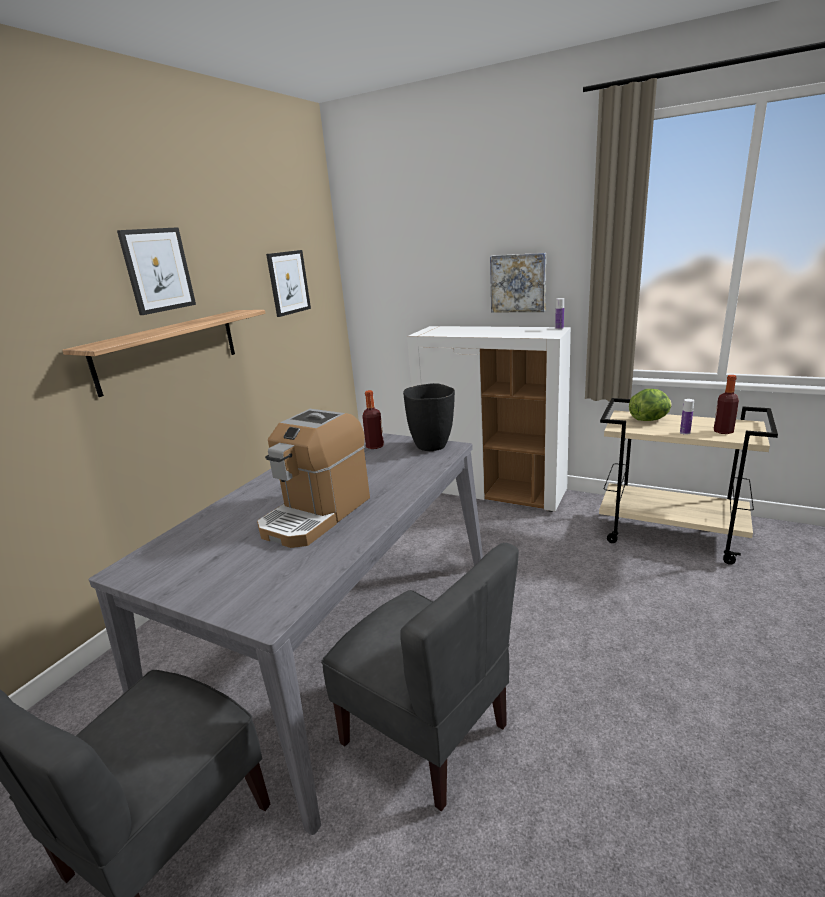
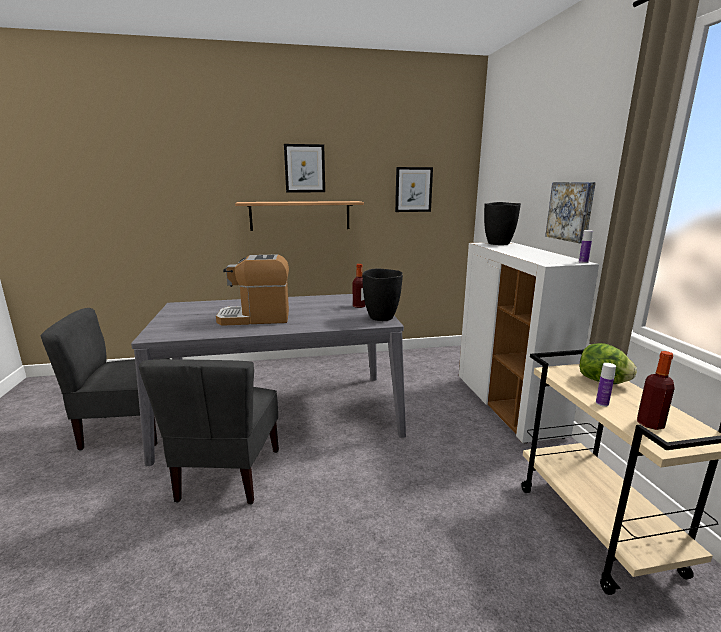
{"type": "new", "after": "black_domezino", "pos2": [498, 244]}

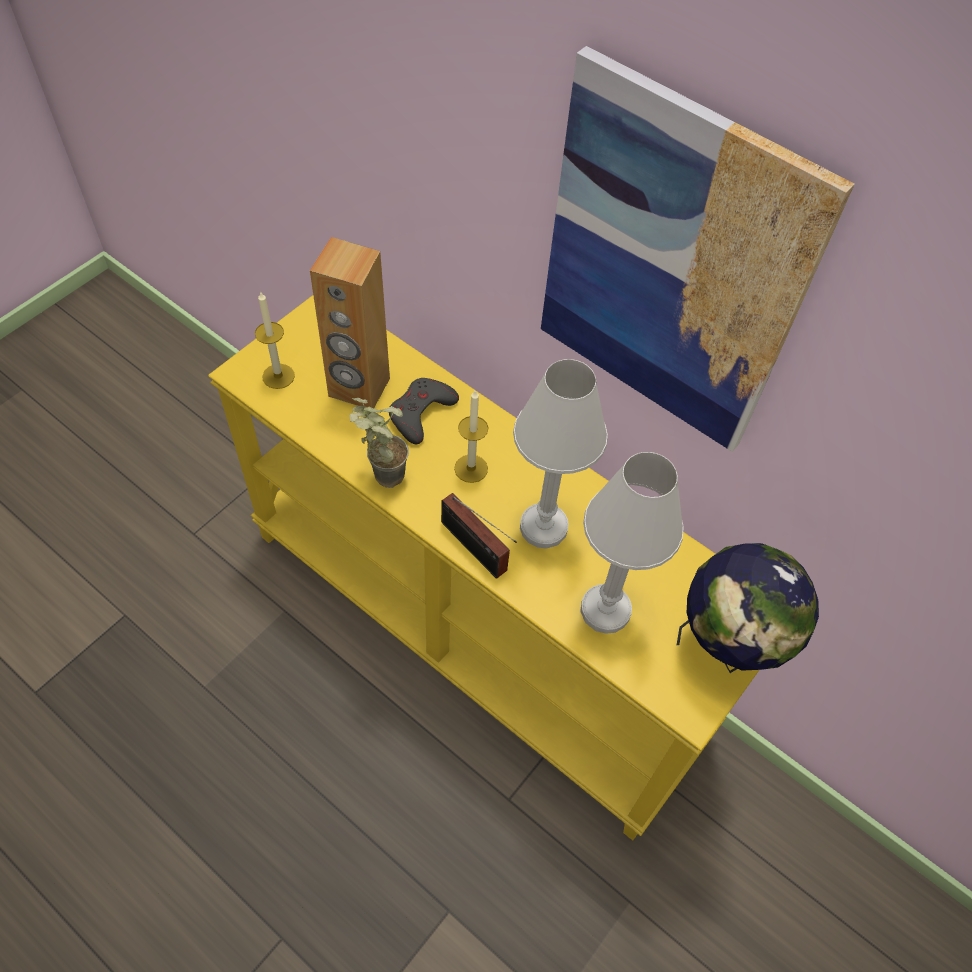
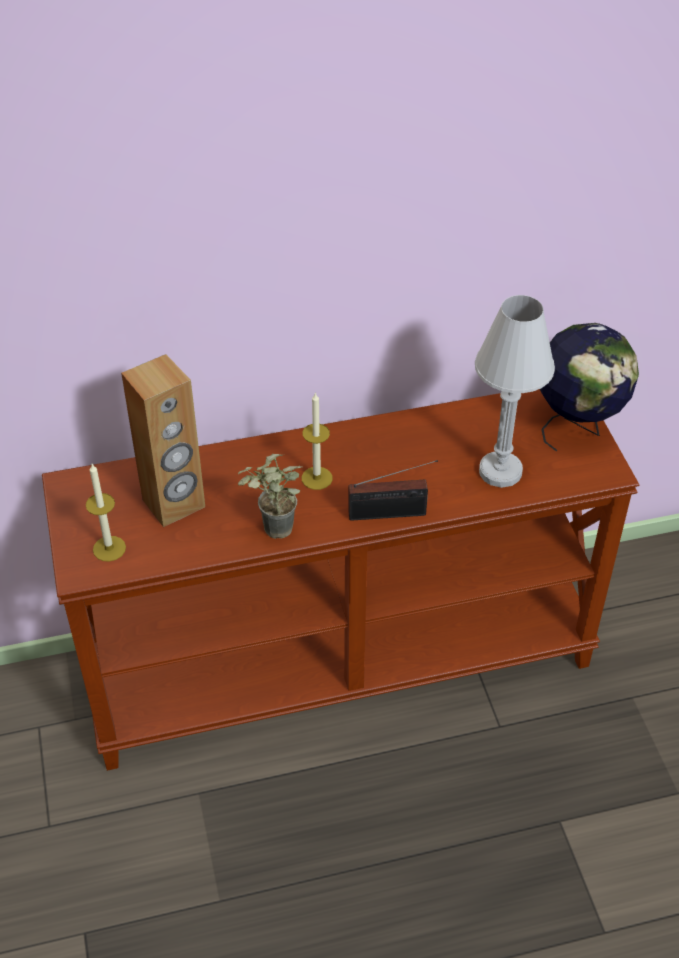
{"type": "repainted", "before": "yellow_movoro", "after": "brown_movoro", "pos1": [478, 630], "pos2": [340, 660]}
{"type": "gone", "before": "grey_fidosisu", "pos1": [420, 413]}
{"type": "gone", "before": "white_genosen", "pos1": [543, 527]}
{"type": "gone", "before": "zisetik", "pos1": [671, 266]}

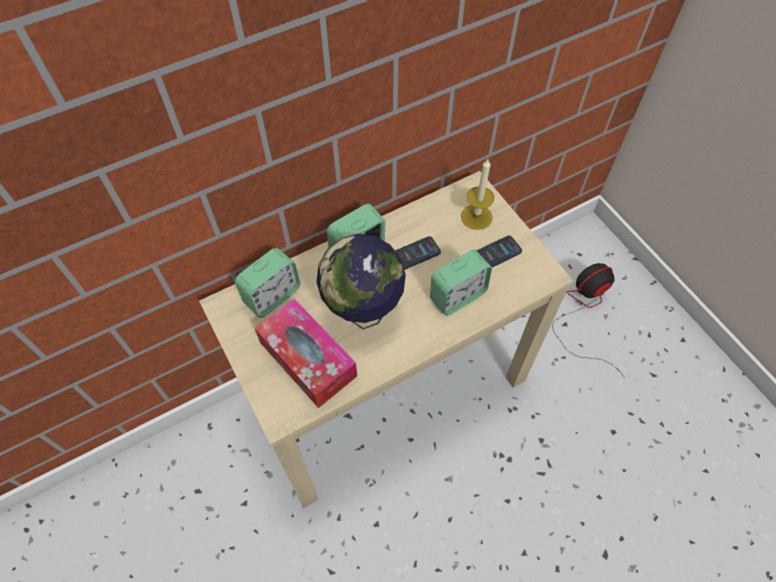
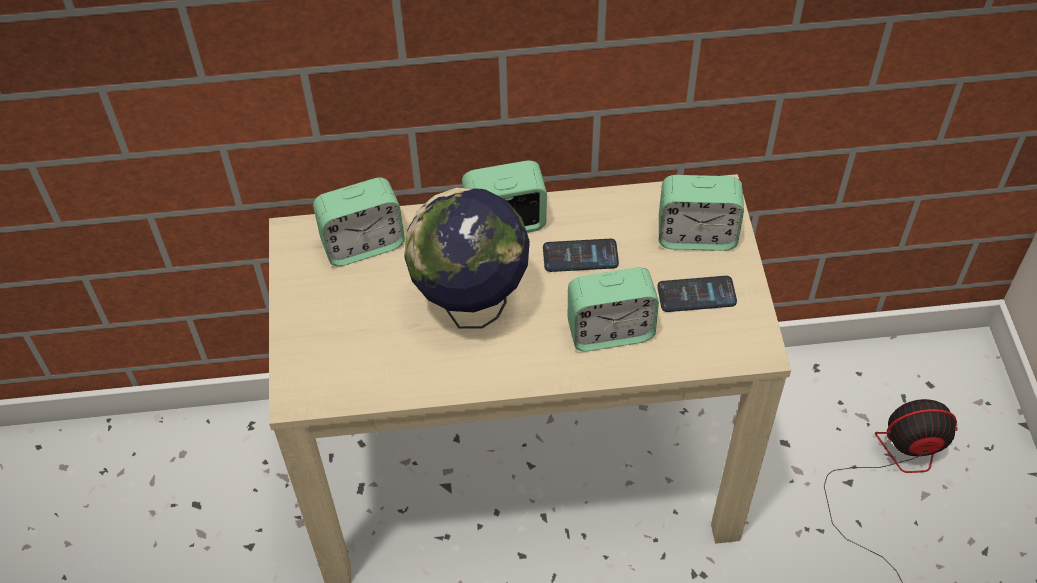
{"type": "gone", "before": "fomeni", "pos1": [308, 359]}
{"type": "swapped", "before": "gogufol", "after": "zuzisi", "pos1": [476, 216], "pos2": [696, 235]}

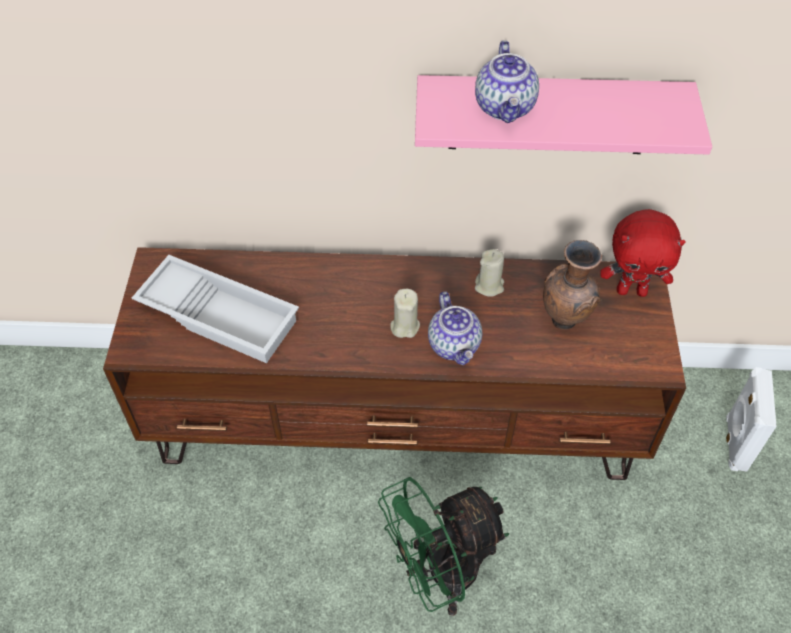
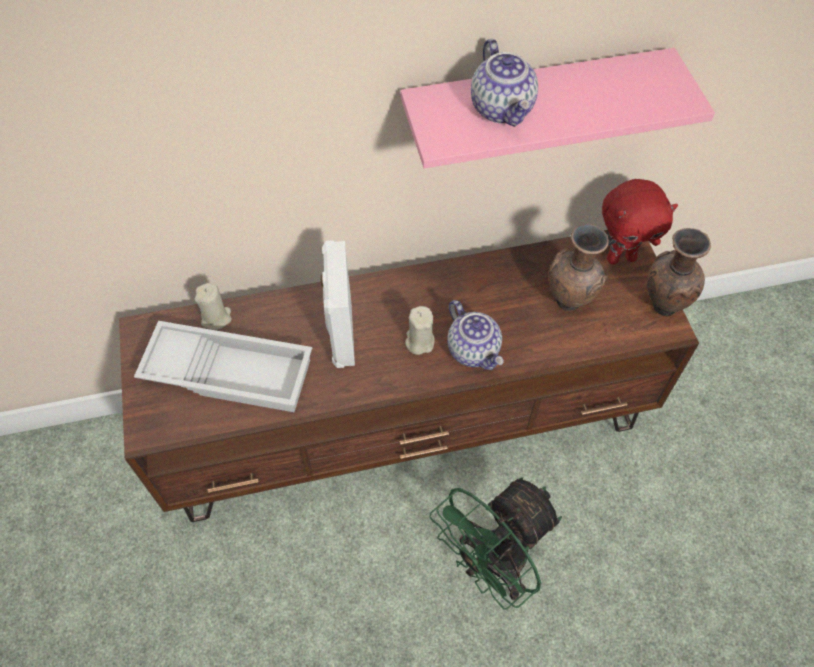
{"type": "shifted", "before": "beige_gogufol", "pos1": [489, 286], "pos2": [216, 318]}
{"type": "shifted", "before": "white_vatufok", "pos1": [734, 443], "pos2": [341, 335]}
{"type": "new", "after": "brown_domezino", "pos2": [662, 305]}

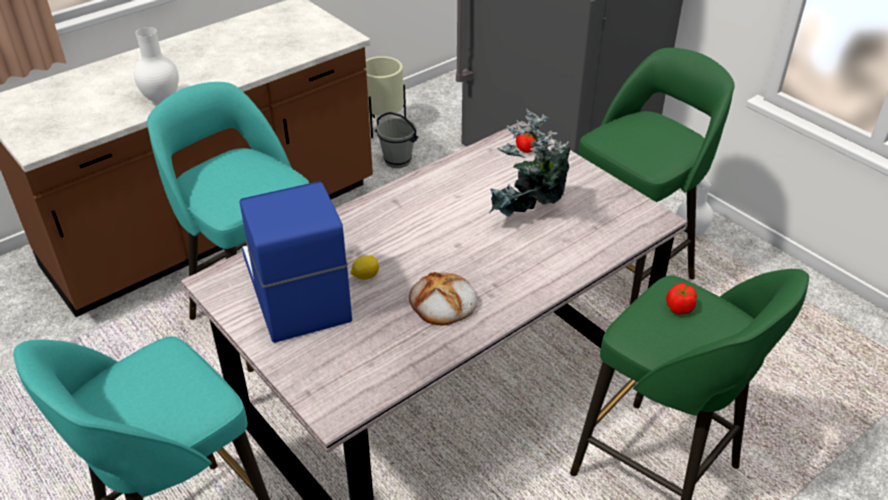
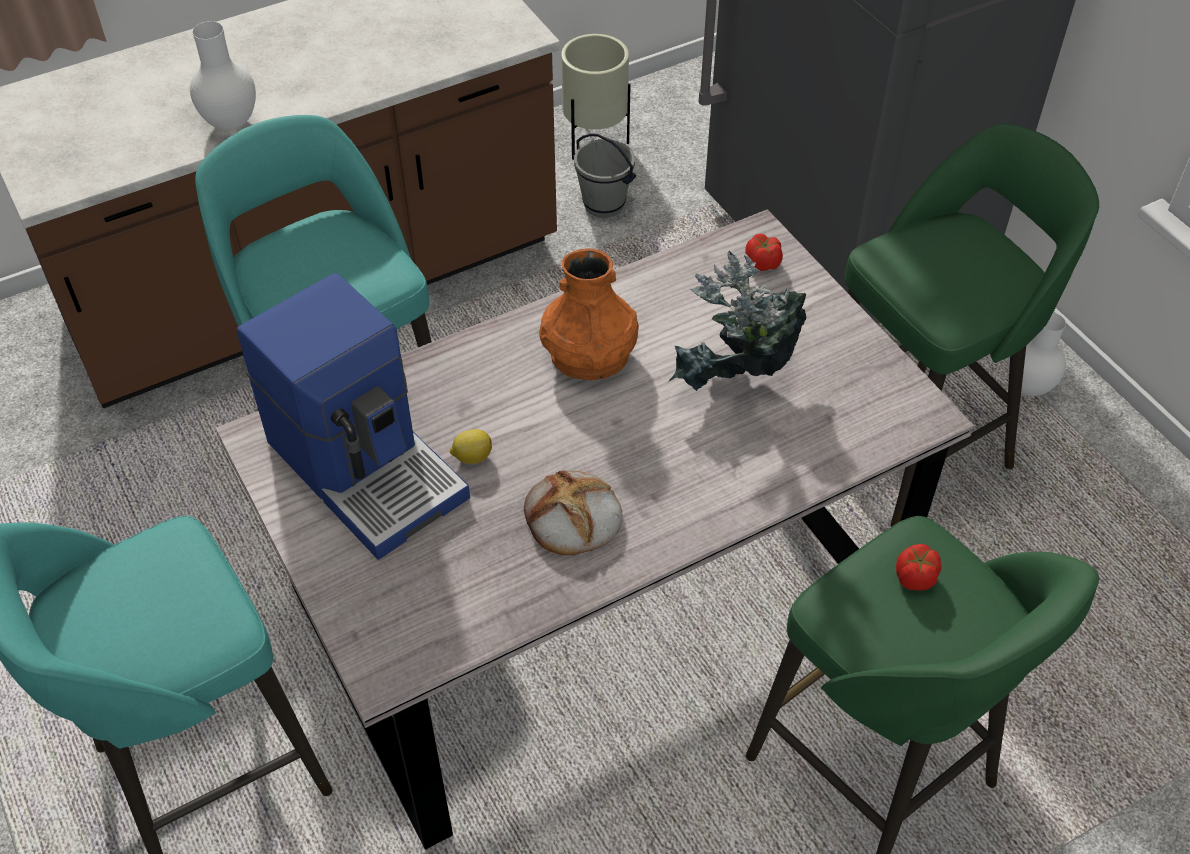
{"type": "rotated", "before": "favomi", "pos1": [294, 290], "pos2": [368, 466], "turn": 150}
{"type": "new", "after": "orange_domezino", "pos2": [590, 354]}

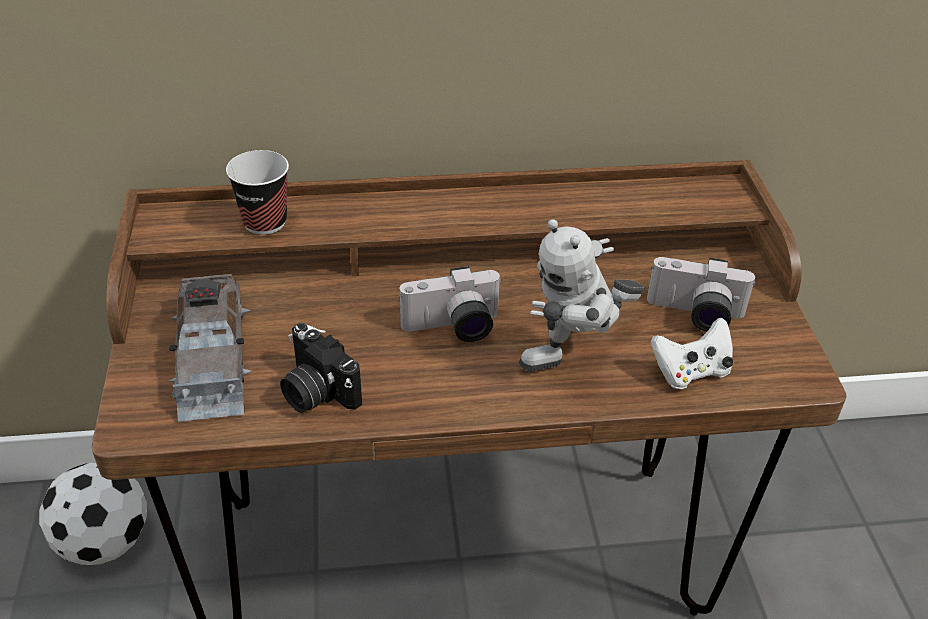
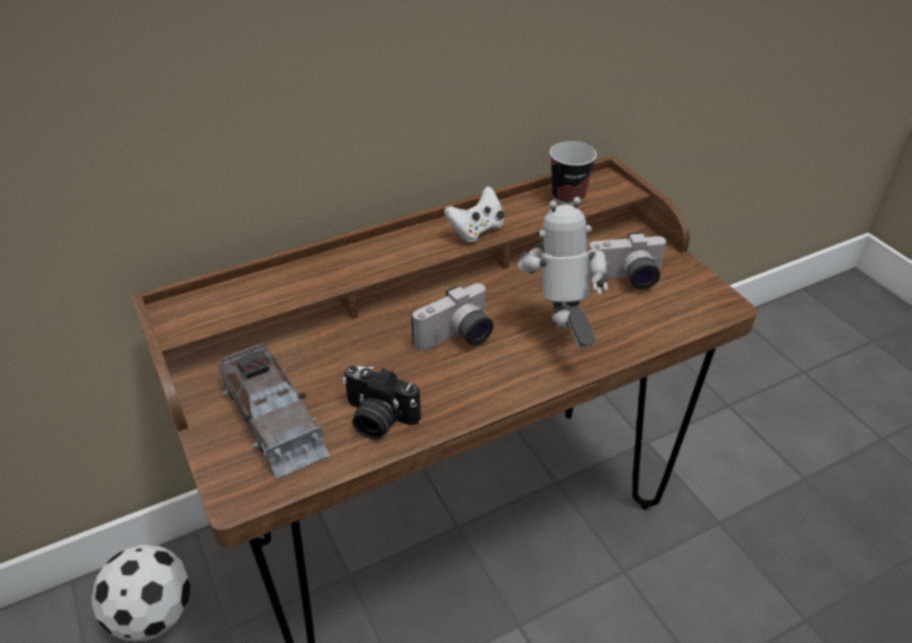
{"type": "shifted", "before": "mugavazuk", "pos1": [265, 222], "pos2": [568, 196]}
{"type": "rotated", "before": "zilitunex", "pos1": [575, 359], "pos2": [561, 336], "turn": 135}
{"type": "shifted", "before": "white_fidosisu", "pos1": [690, 372], "pos2": [476, 230]}

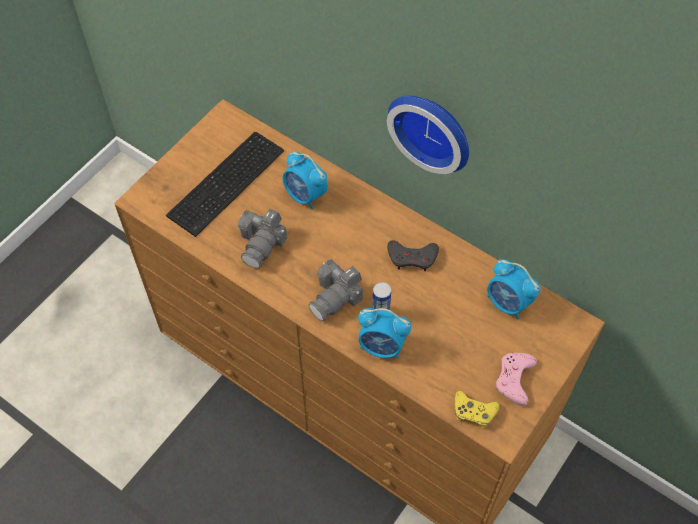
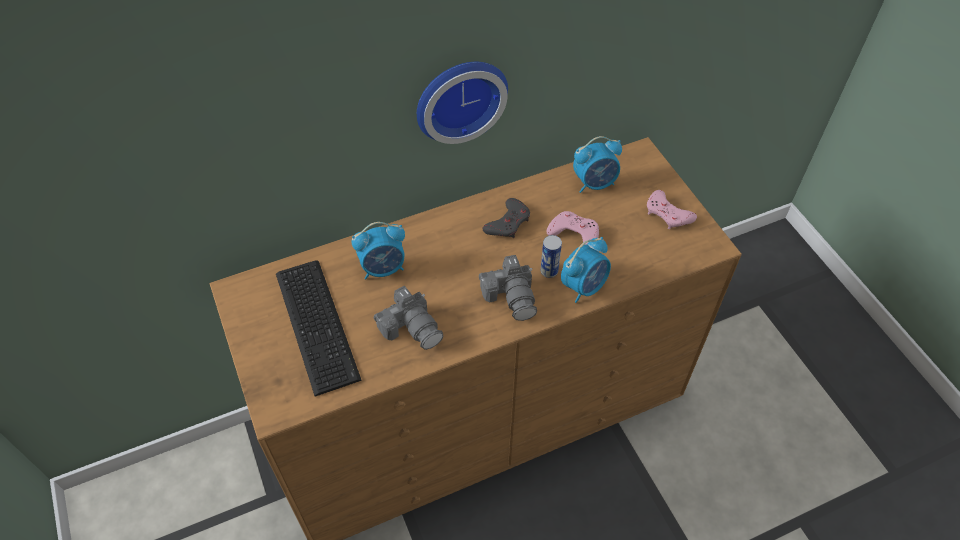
{"type": "gone", "before": "yellow_fidosisu", "pos1": [474, 412]}
{"type": "new", "after": "pink_fidosisu", "pos2": [574, 233]}

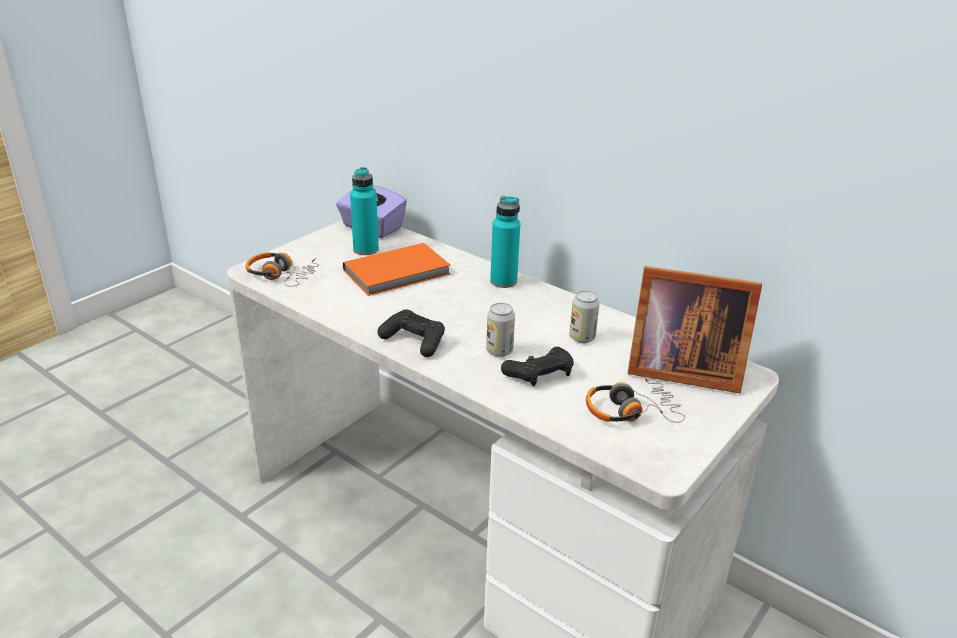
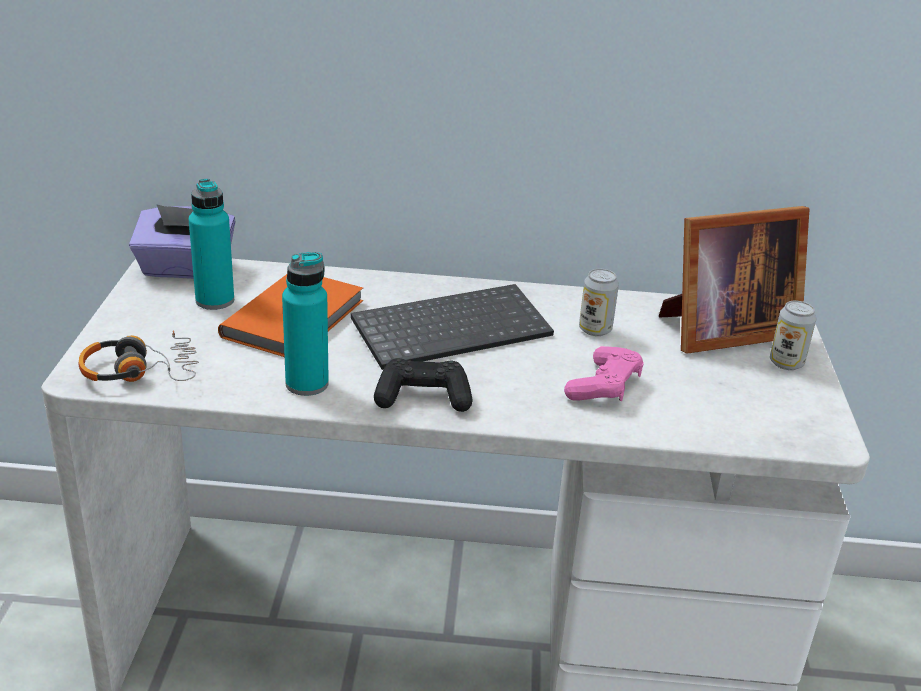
{"type": "shifted", "before": "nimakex", "pos1": [499, 351], "pos2": [786, 363]}
{"type": "shifted", "before": "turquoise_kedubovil", "pos1": [503, 281], "pos2": [307, 384]}
{"type": "repainted", "before": "black_fidosisu", "after": "pink_fidosisu", "pos1": [539, 374], "pos2": [604, 386]}
{"type": "gone", "before": "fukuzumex", "pos1": [630, 411]}
{"type": "new", "after": "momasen", "pos2": [453, 328]}

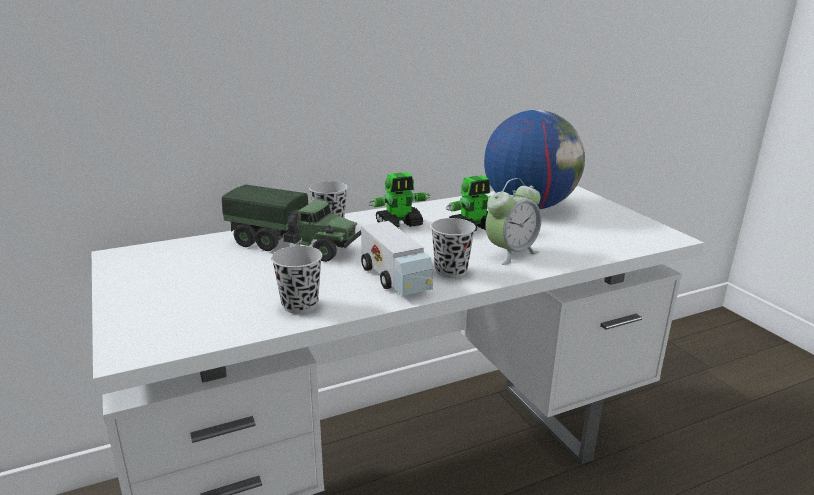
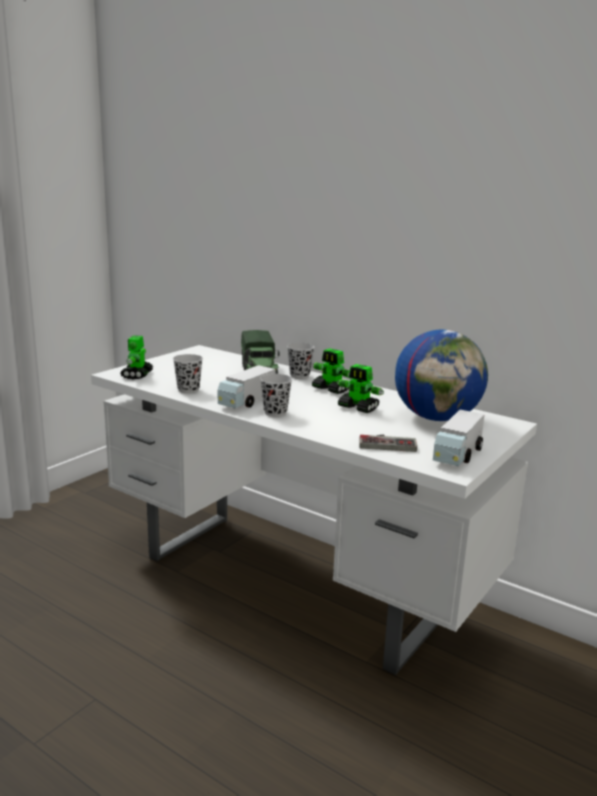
{"type": "gone", "before": "zuzisi", "pos1": [511, 253]}
{"type": "new", "after": "zilitunex", "pos2": [137, 375]}
{"type": "new", "after": "fidosisu", "pos2": [387, 443]}
{"type": "new", "after": "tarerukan", "pos2": [457, 455]}

